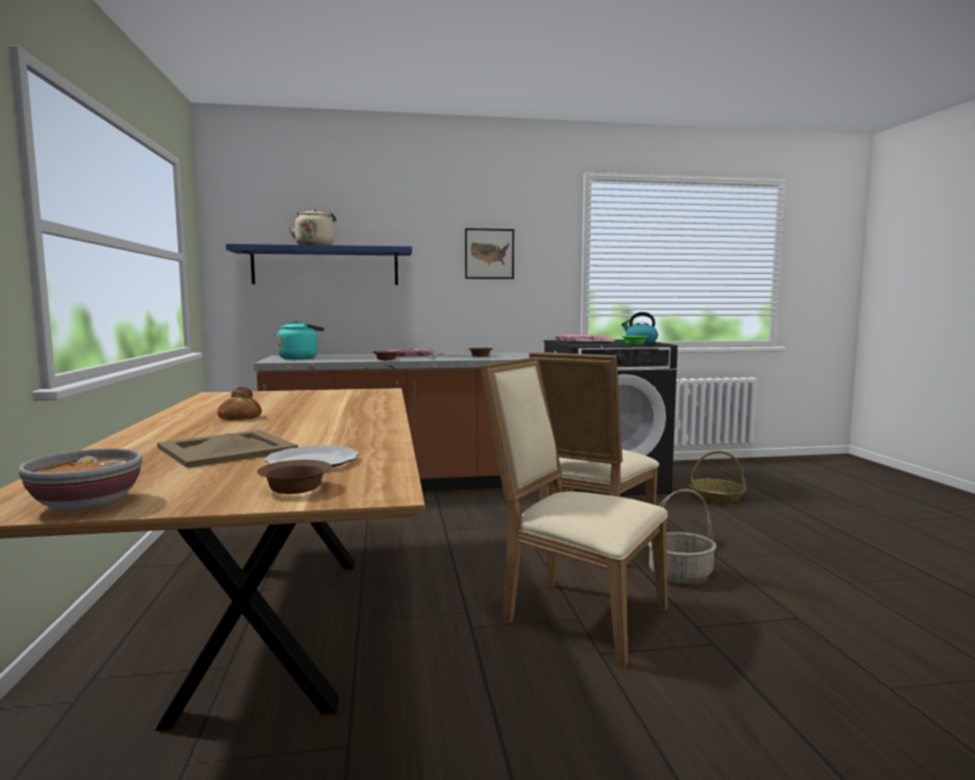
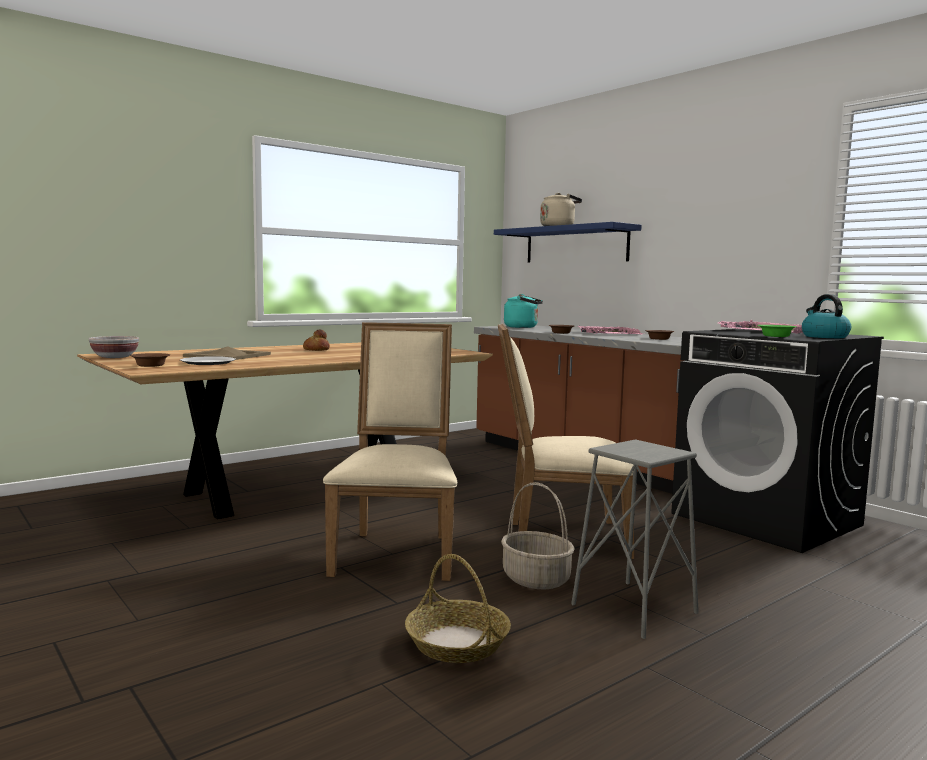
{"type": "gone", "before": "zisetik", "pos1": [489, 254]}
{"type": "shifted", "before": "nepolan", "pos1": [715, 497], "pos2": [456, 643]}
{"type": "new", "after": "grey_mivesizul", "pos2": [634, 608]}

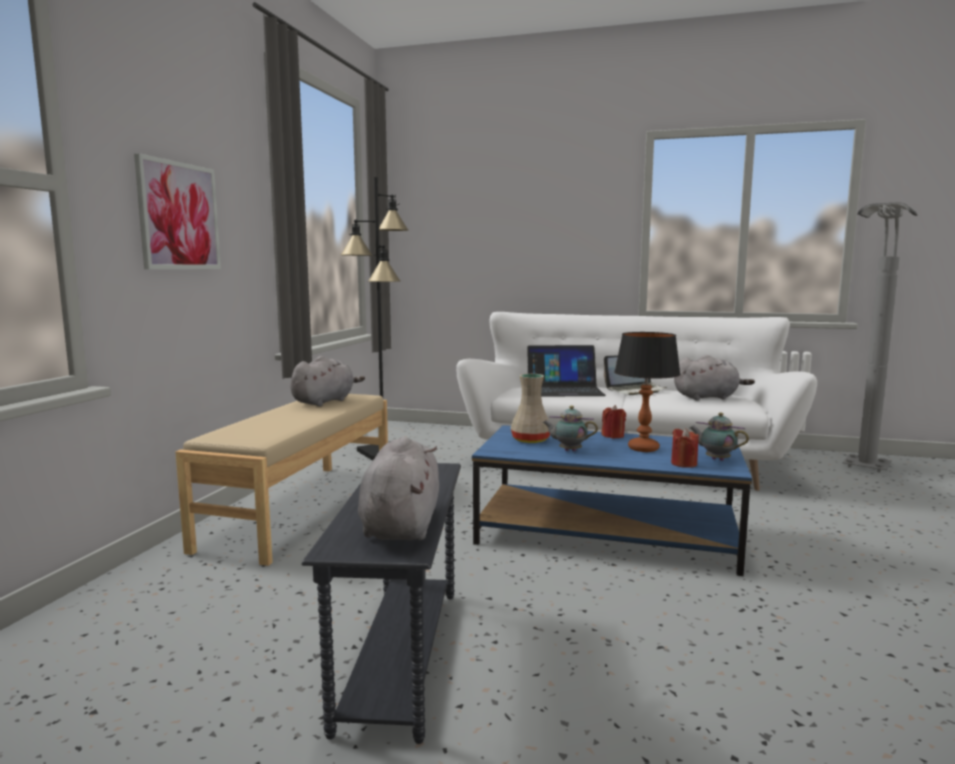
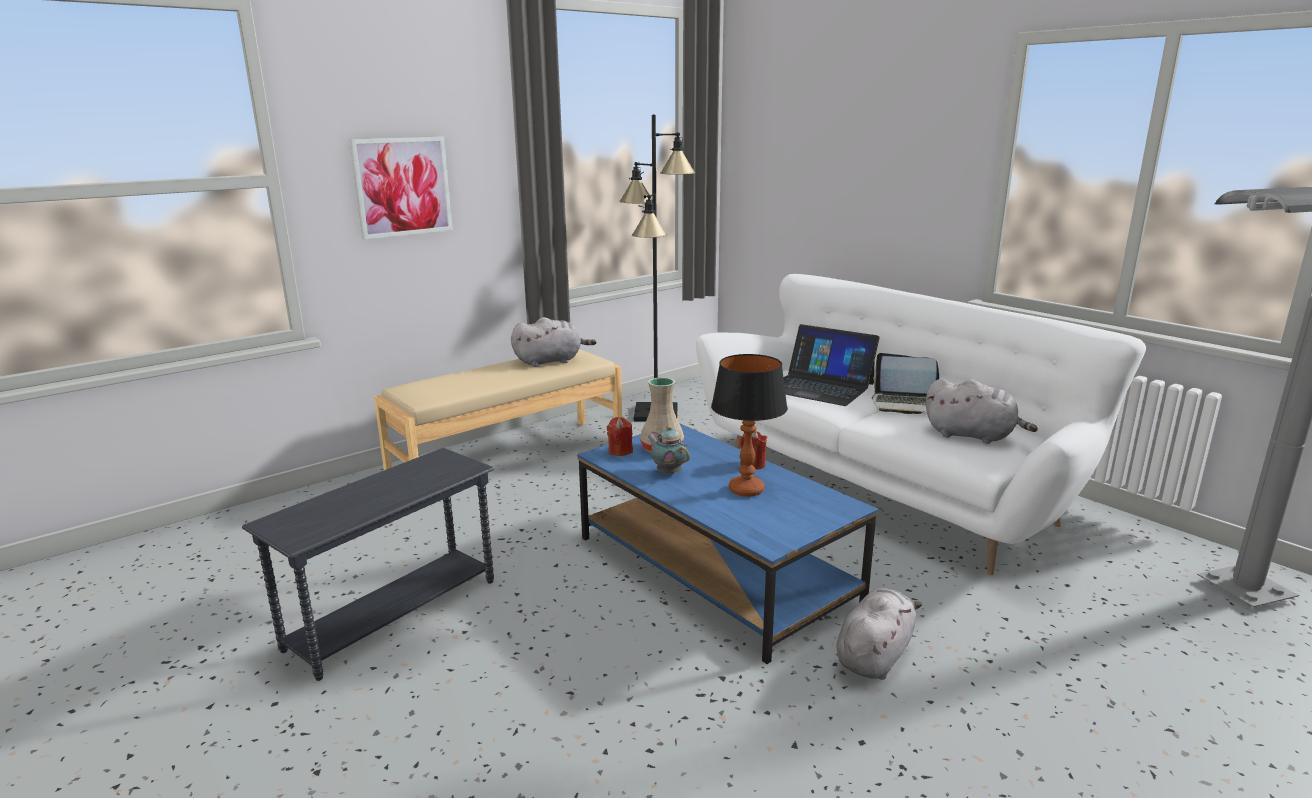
{"type": "shifted", "before": "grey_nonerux", "pos1": [401, 524], "pos2": [874, 655]}
{"type": "shifted", "before": "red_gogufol", "pos1": [684, 464], "pos2": [620, 451]}
{"type": "gone", "before": "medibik", "pos1": [715, 459]}

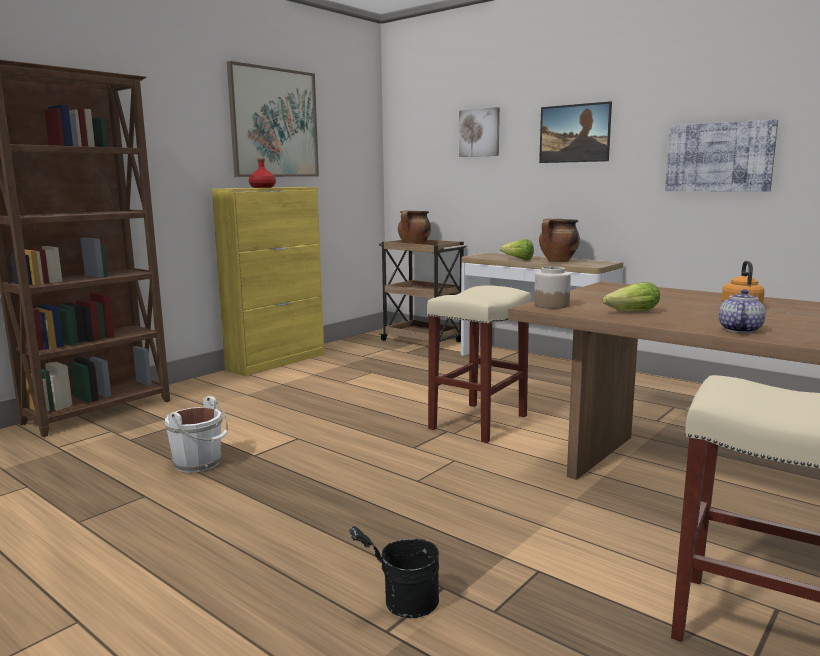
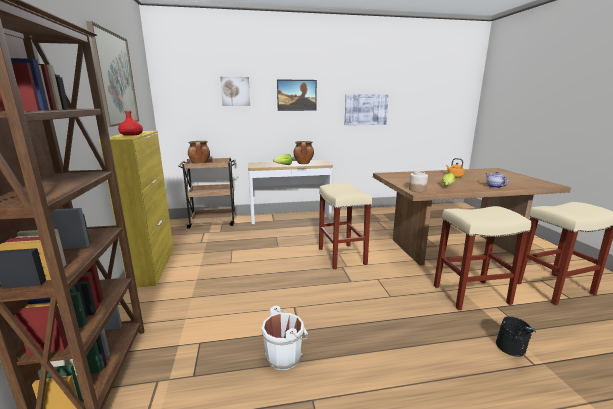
{"type": "new", "after": "beige_mivesizul", "pos2": [470, 295]}

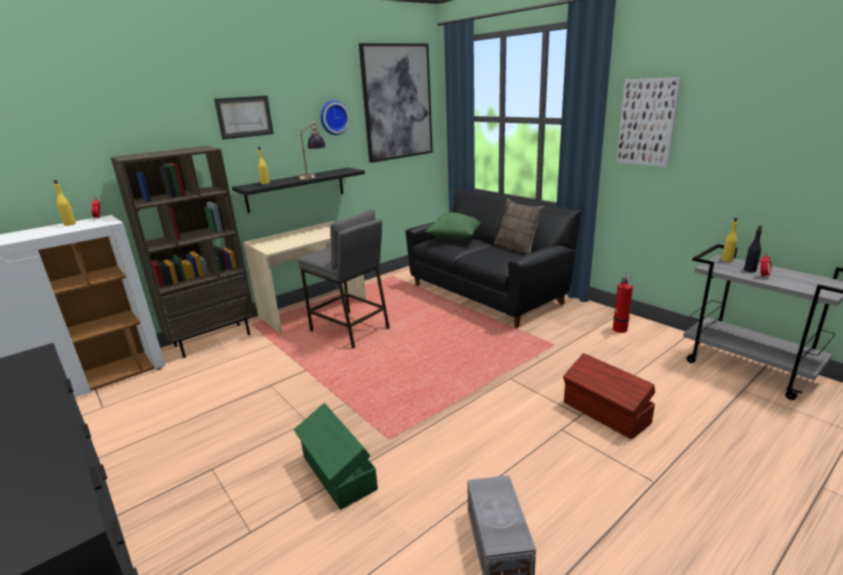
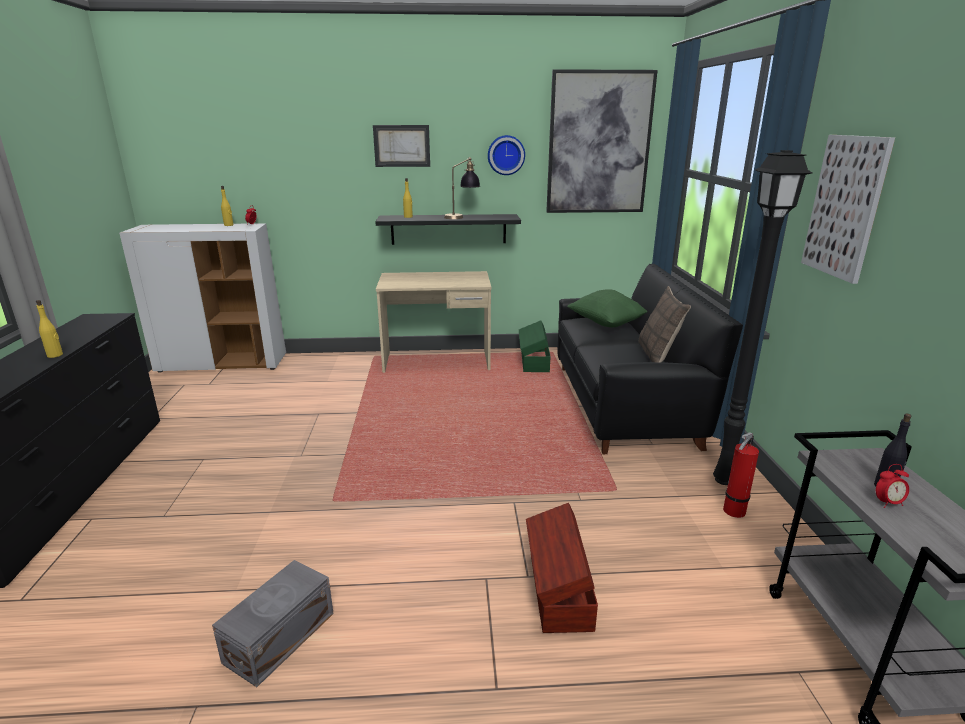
{"type": "gone", "before": "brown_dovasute", "pos1": [213, 339]}
{"type": "shifted", "before": "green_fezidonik", "pos1": [338, 474], "pos2": [533, 362]}
{"type": "gone", "before": "grey_mivesizul", "pos1": [350, 330]}
{"type": "shifted", "before": "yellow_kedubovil", "pos1": [727, 260], "pos2": [55, 355]}
{"type": "new", "after": "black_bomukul", "pos2": [725, 481]}

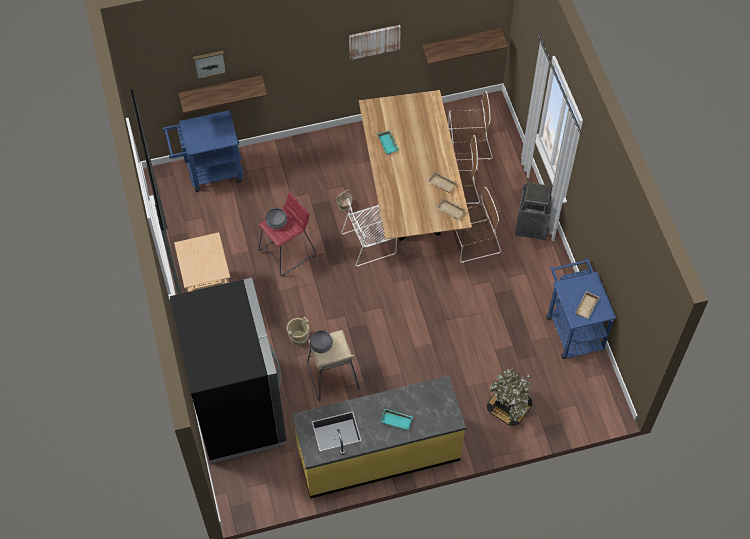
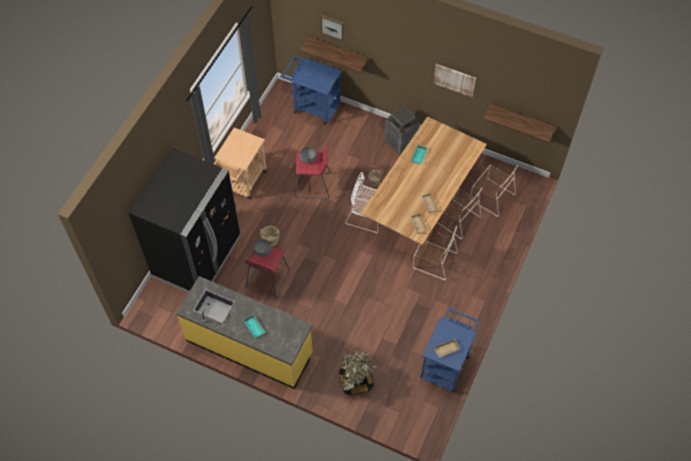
{"type": "repainted", "before": "beige_mivesizul", "after": "red_mivesizul", "pos1": [332, 377], "pos2": [268, 280]}
{"type": "shifted", "before": "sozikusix", "pos1": [532, 225], "pos2": [401, 142]}

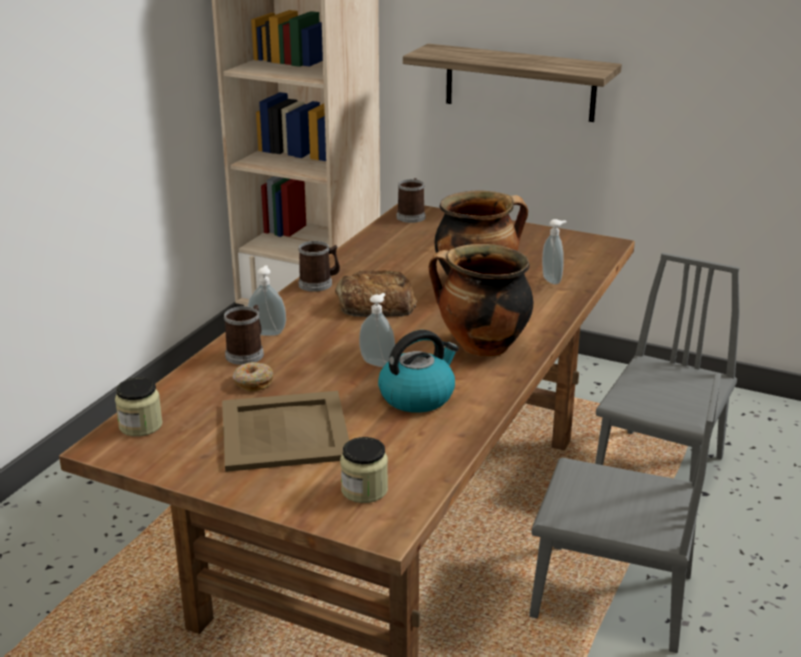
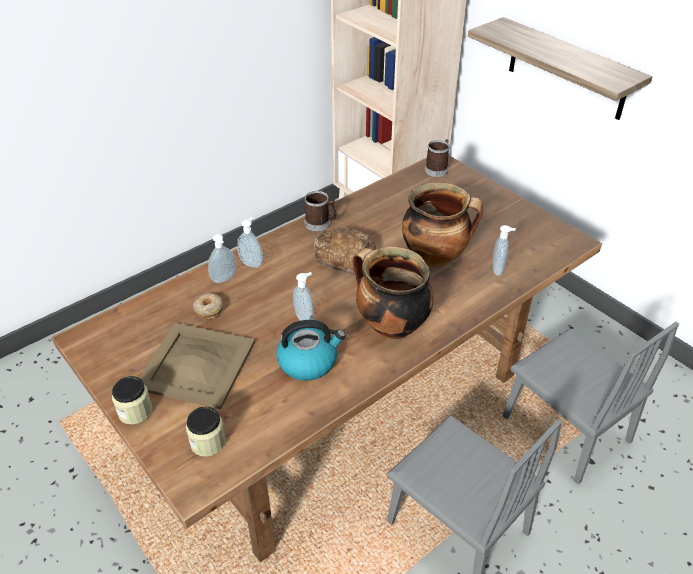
{"type": "shifted", "before": "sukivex", "pos1": [140, 425], "pos2": [135, 411]}
{"type": "swapped", "before": "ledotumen", "after": "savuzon", "pos1": [247, 353], "pos2": [224, 279]}
{"type": "rotated", "before": "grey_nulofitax", "pos1": [658, 473], "pos2": [565, 429], "turn": 90}

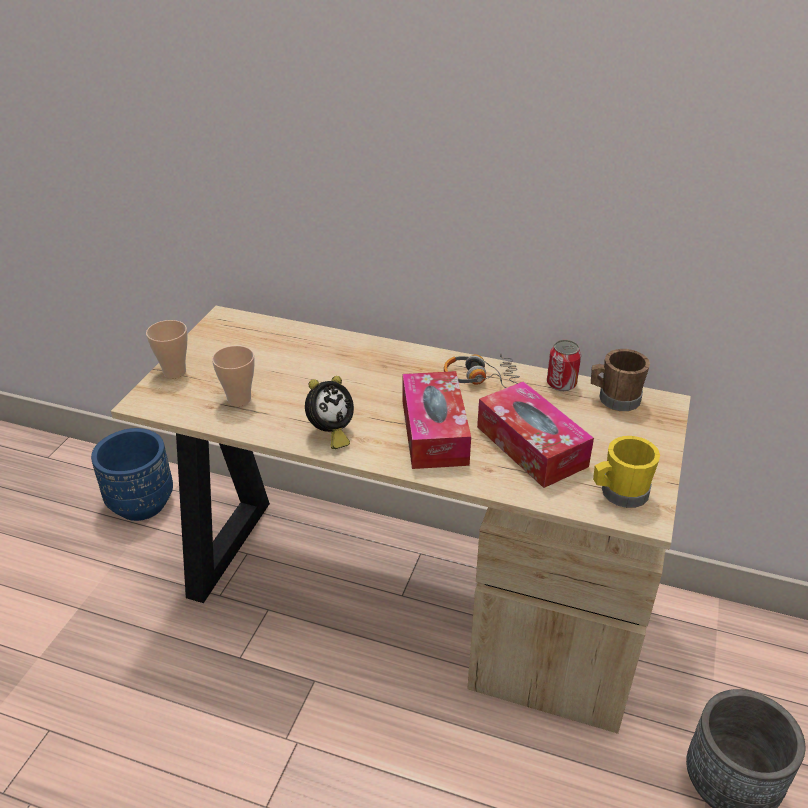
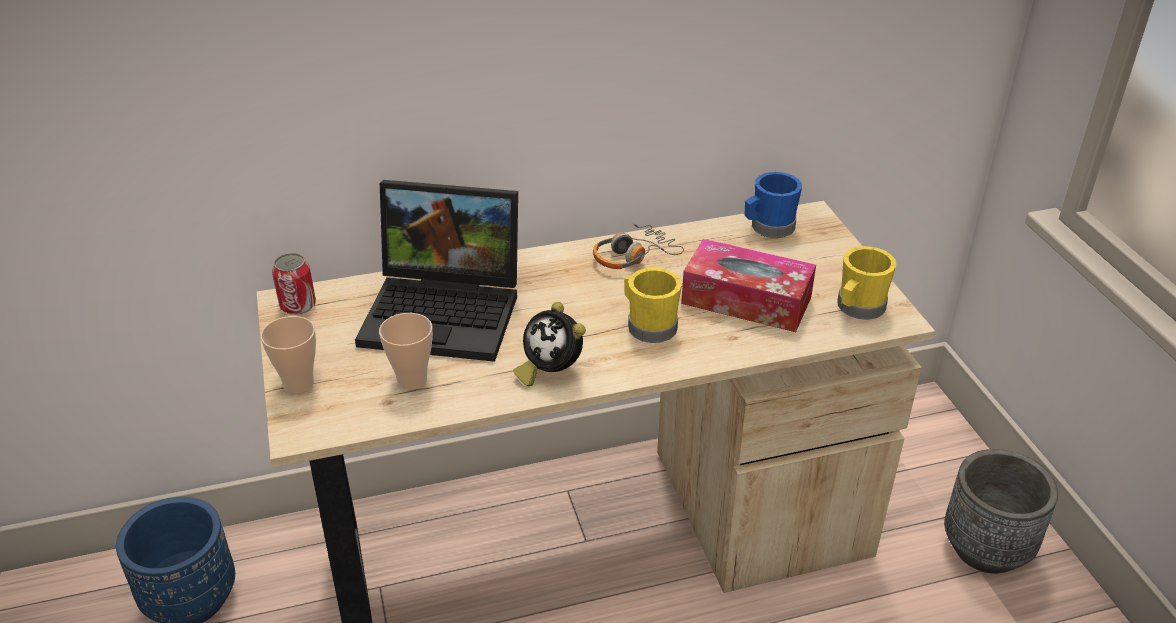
{"type": "rotated", "before": "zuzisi", "pos1": [330, 433], "pos2": [550, 371], "turn": 120}
{"type": "swapped", "before": "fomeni", "after": "yellow_ledotumen", "pos1": [434, 432], "pos2": [648, 325]}
{"type": "shifted", "before": "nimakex", "pos1": [561, 384], "pos2": [298, 306]}
{"type": "repainted", "before": "brown_ledotumen", "after": "blue_ledotumen", "pos1": [614, 399], "pos2": [768, 228]}
{"type": "new", "after": "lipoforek", "pos2": [447, 311]}

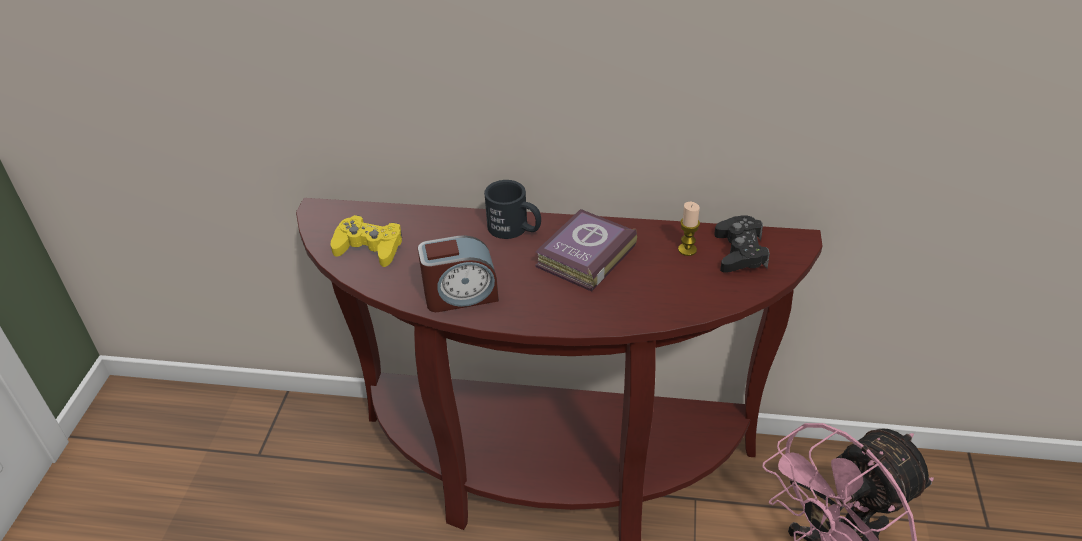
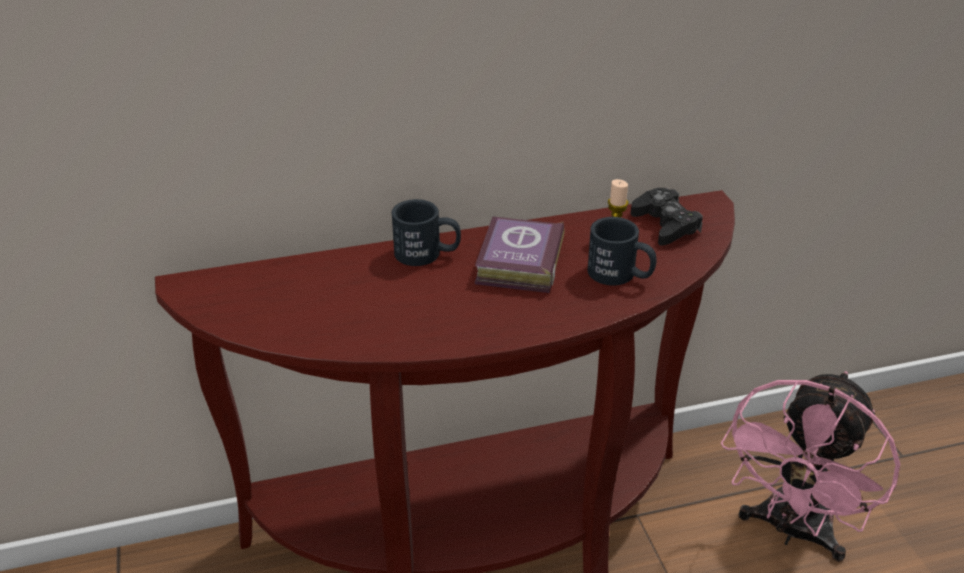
{"type": "gone", "before": "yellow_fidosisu", "pos1": [369, 247]}
{"type": "gone", "before": "zuzisi", "pos1": [460, 295]}
{"type": "new", "after": "black_ledotumen", "pos2": [620, 275]}

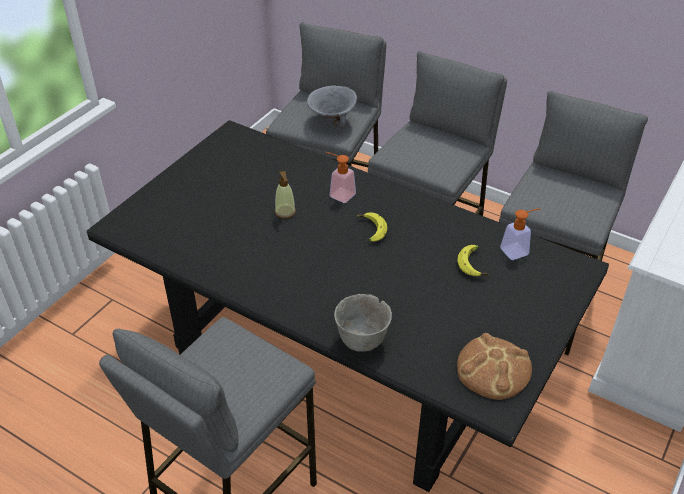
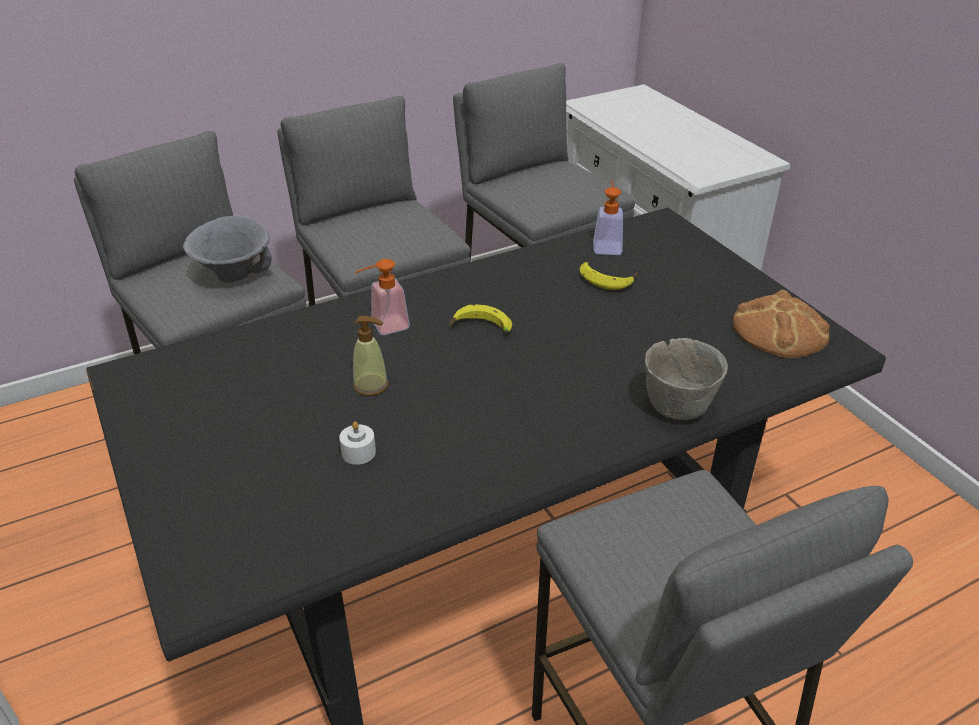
{"type": "new", "after": "white_gogufol", "pos2": [358, 452]}

